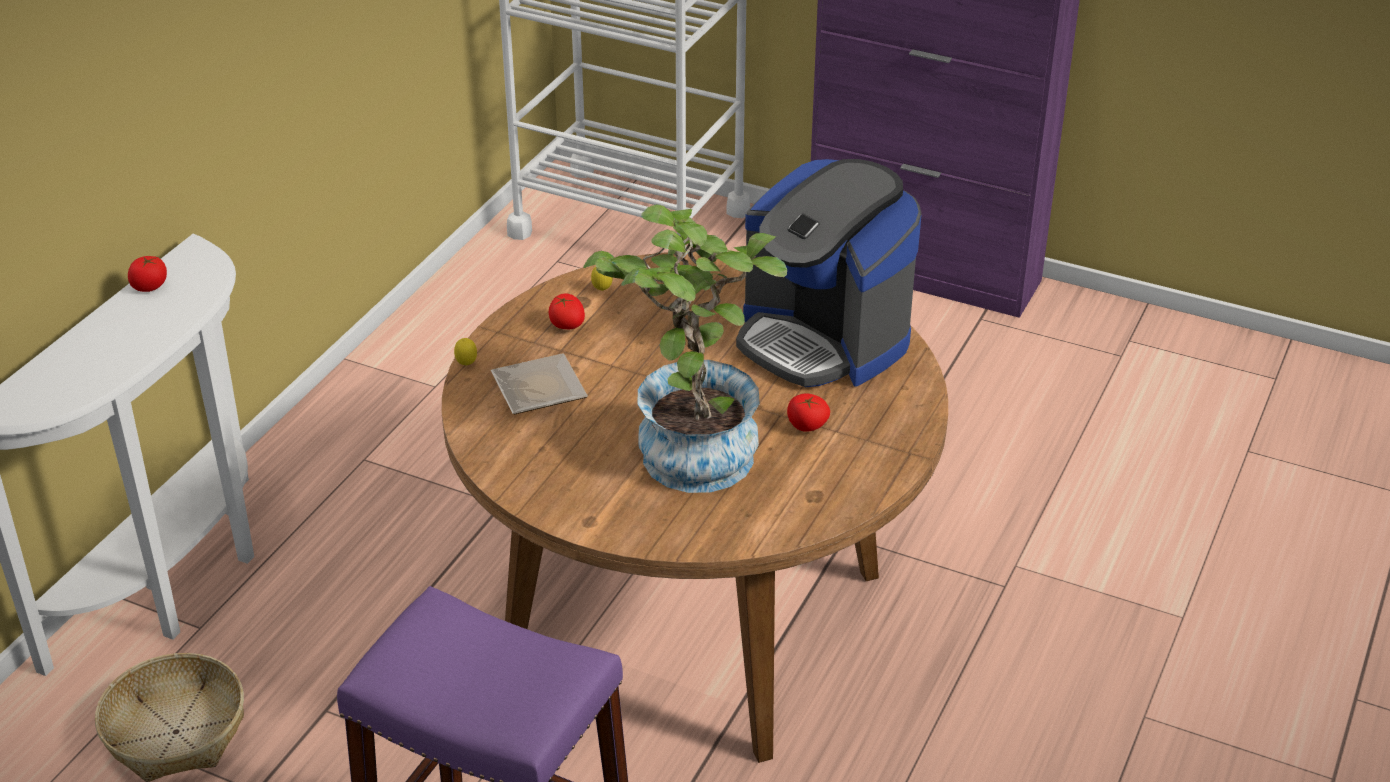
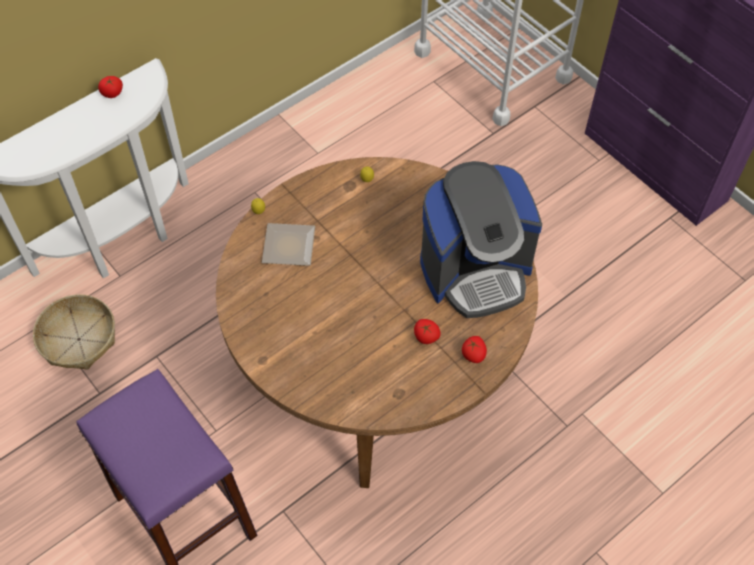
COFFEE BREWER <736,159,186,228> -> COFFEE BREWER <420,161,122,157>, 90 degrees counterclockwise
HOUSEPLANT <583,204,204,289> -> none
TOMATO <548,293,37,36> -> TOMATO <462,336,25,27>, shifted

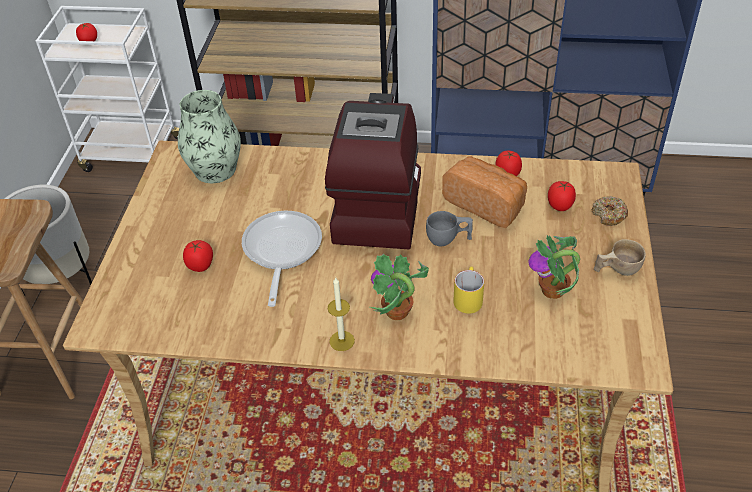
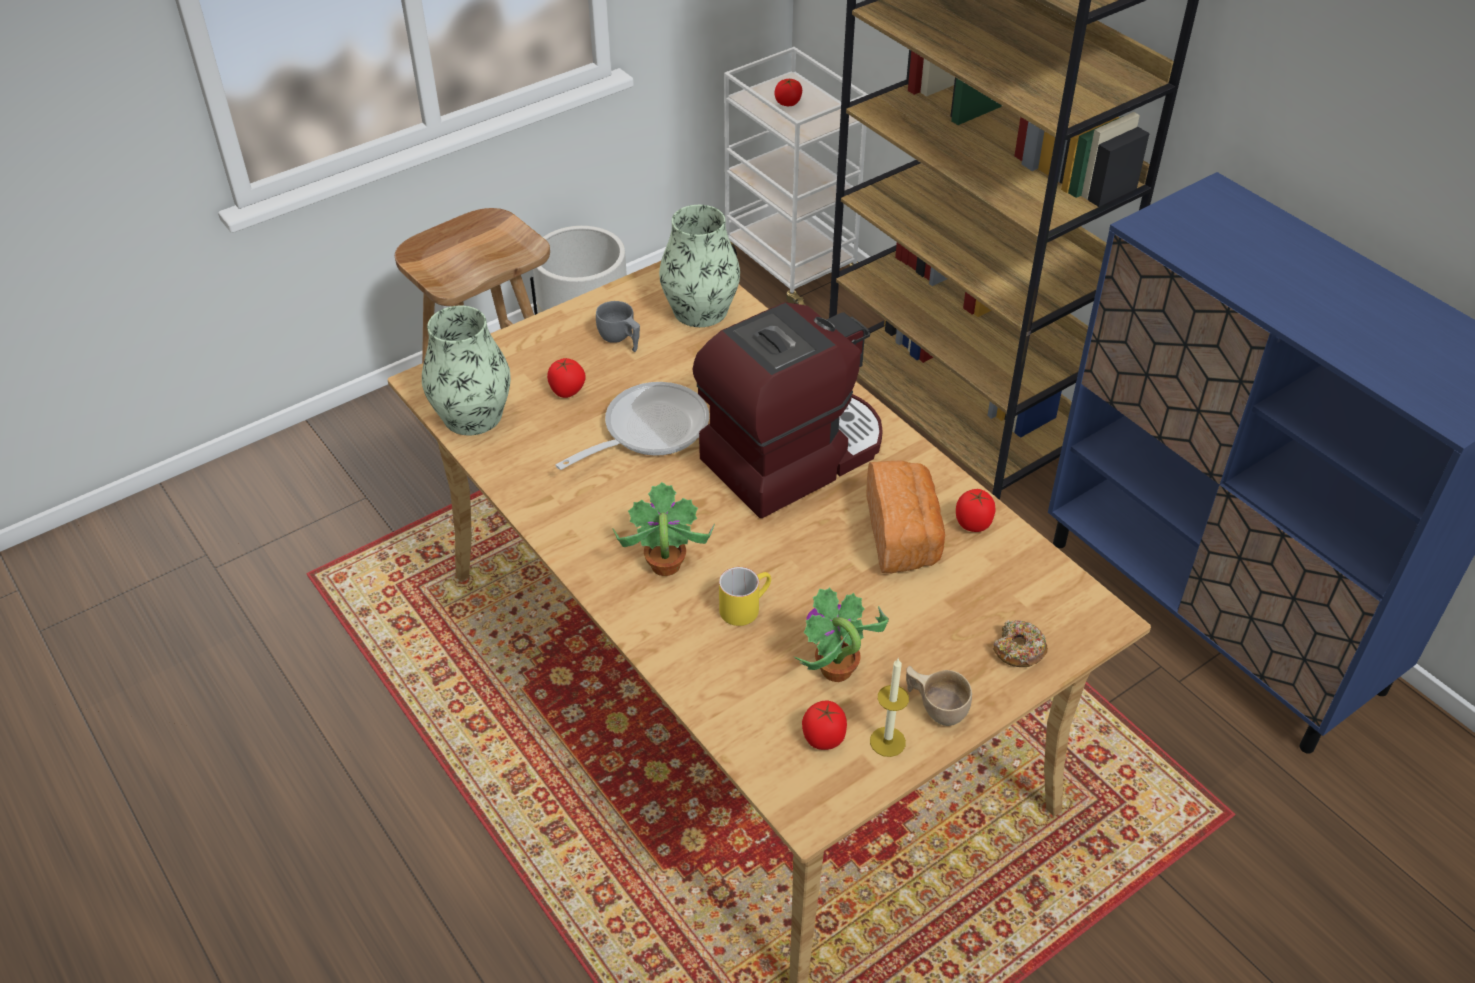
TOMATO <548,181,28,30> -> TOMATO <802,700,45,50>, shifted
GREY SMALL CUP <426,211,47,35> -> GREY SMALL CUP <596,301,44,51>, shifted
WAX LIGHT <328,278,27,73> -> WAX LIGHT <870,658,39,99>, shifted
none -> VASE <422,306,89,129>

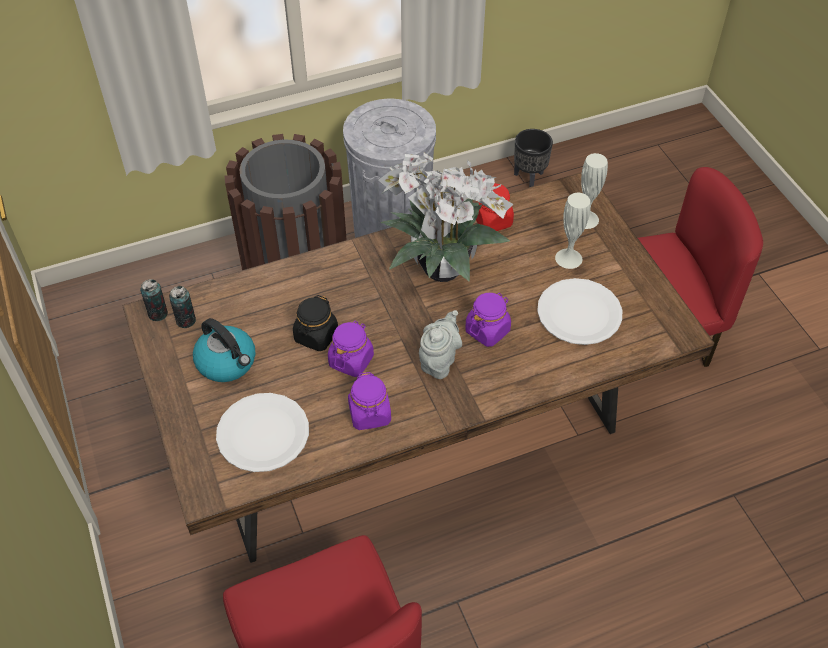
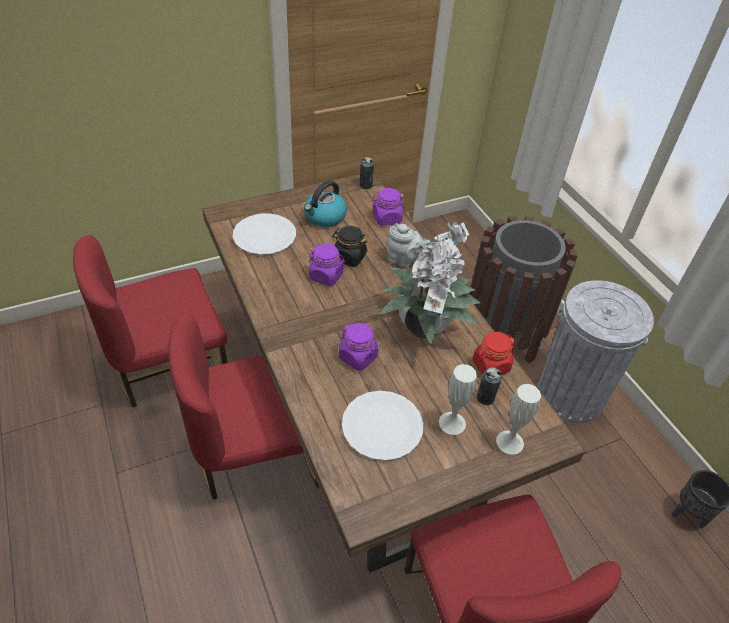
METAL CAN <169,286,27,42> -> METAL CAN <477,367,25,38>, shifted
GREY TEA POT <419,310,43,69> -> GREY TEA POT <387,223,45,44>, shifted
PURPLE STORAGE JAR <348,372,43,58> -> PURPLE STORAGE JAR <371,188,34,38>, shifted
none -> RED-COLOURED UPRIGHT CHAIR <168,315,151,185>

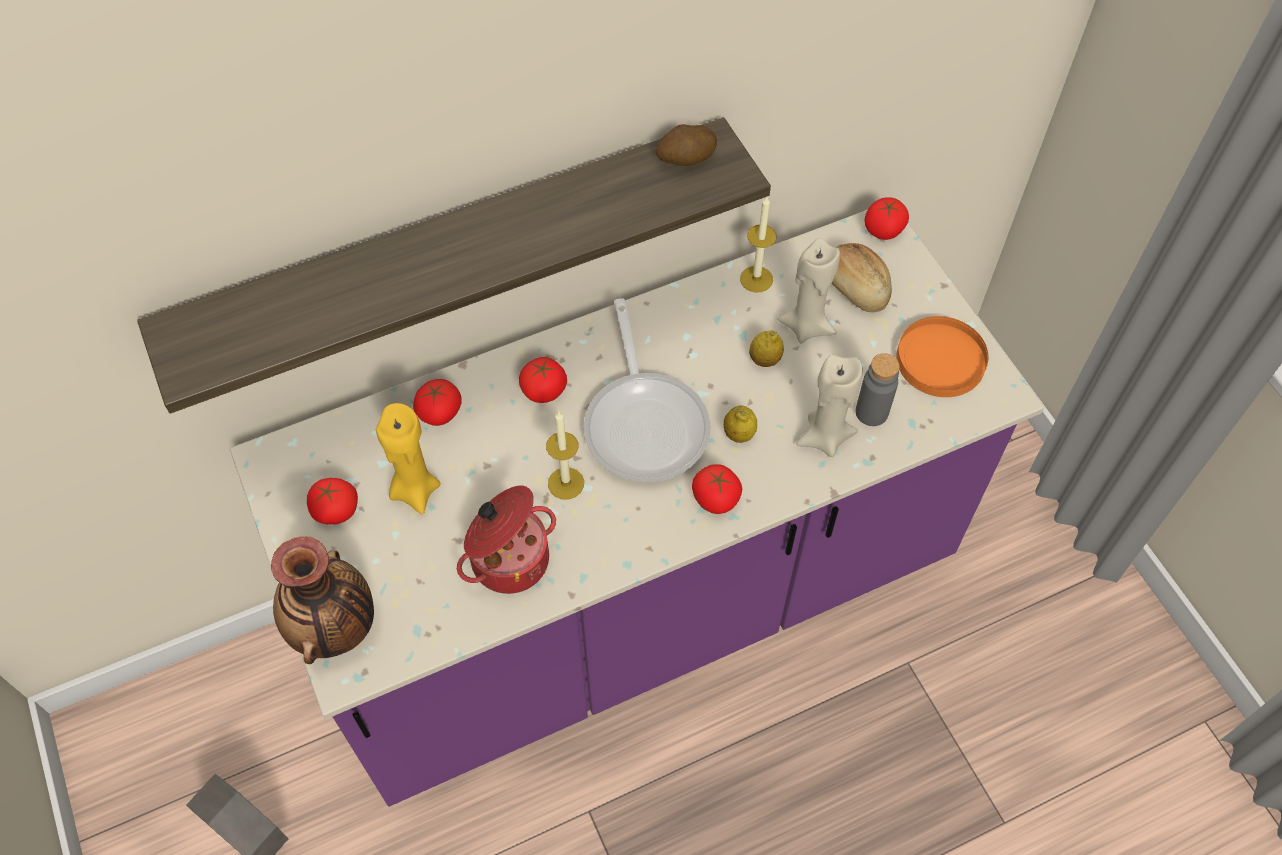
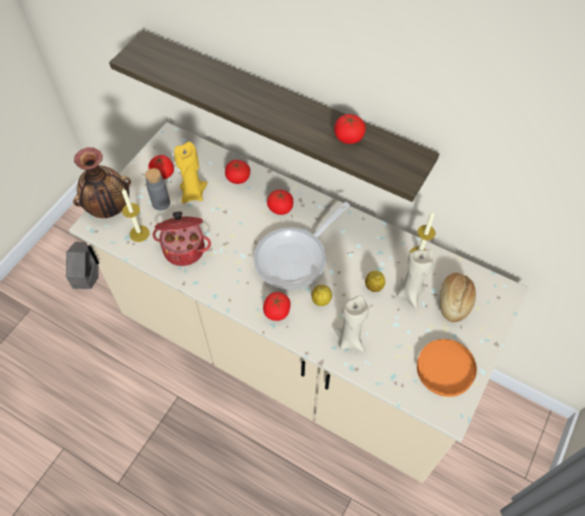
POTATO <655,124,62,42> -> none
TOMATO <864,197,45,43> -> TOMATO <334,114,32,30>, shifted
PURPLE KITCHEN BASE UNIT <230,210,814,597> -> BEIGE KITCHEN BASE UNIT <69,122,460,361>
GREY BOTTLE <856,353,44,73> -> GREY BOTTLE <145,168,25,43>, shifted
WAX LIGHT <546,411,38,88> -> WAX LIGHT <122,189,28,53>, shifted

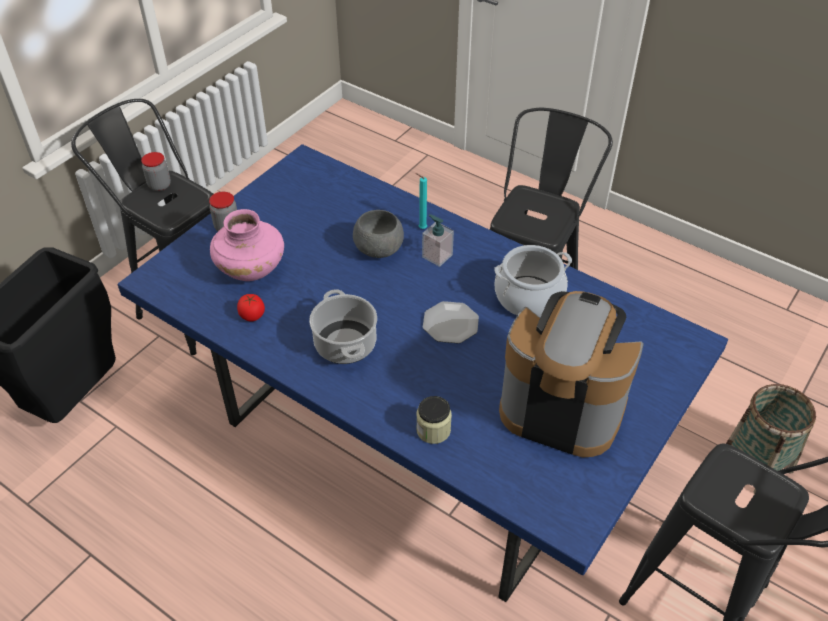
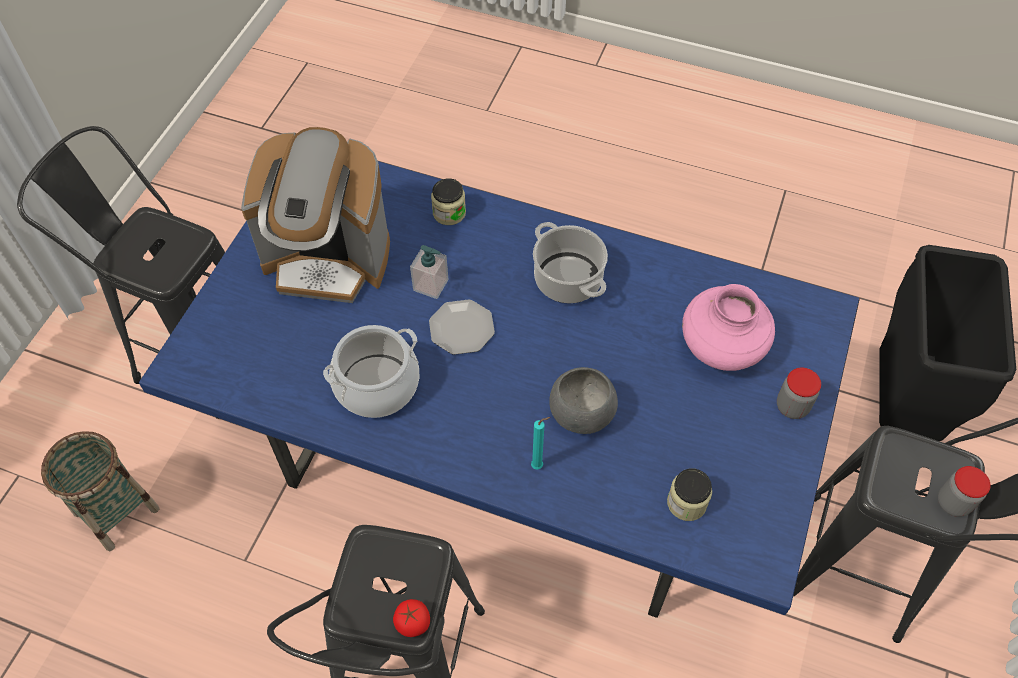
SOAP DISPENSER <422,214,32,53> -> SOAP DISPENSER <410,245,38,54>, shifted
TOMATO <237,294,28,27> -> TOMATO <393,599,37,38>, shifted
none -> STORAGE JAR <667,469,45,52>

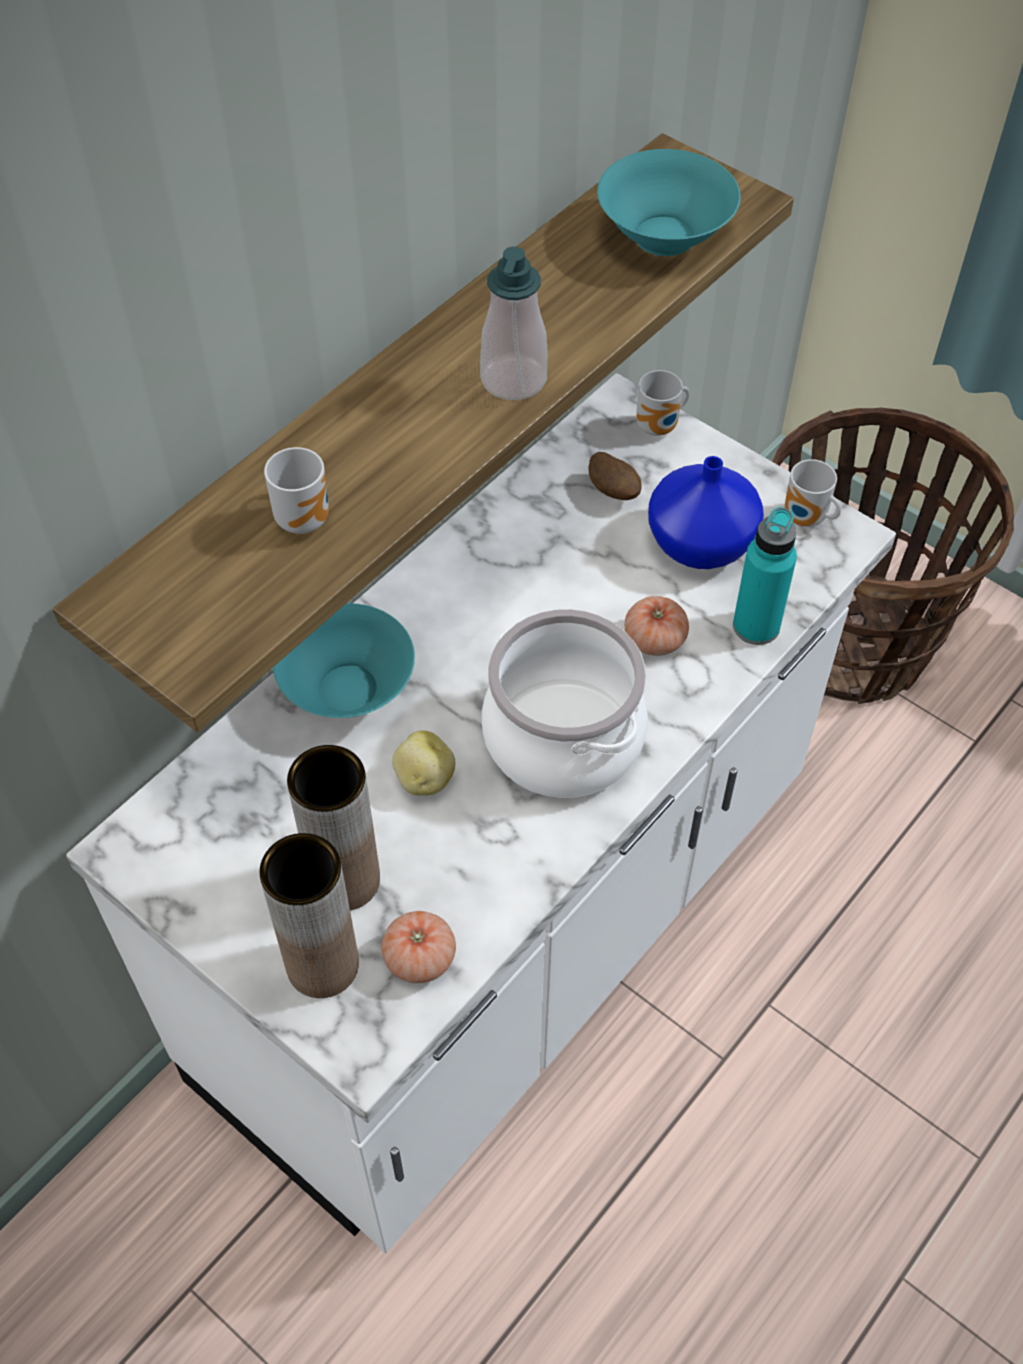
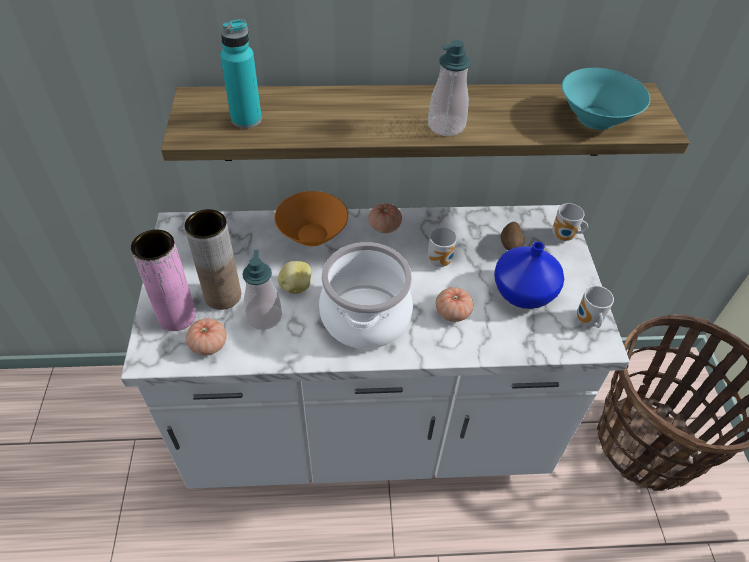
COFFEE MUG <264,447,65,87> -> COFFEE MUG <428,228,29,39>, shifted
TURQUOISE-COLOURED BOTTLE <733,507,64,138> -> TURQUOISE-COLOURED BOTTLE <220,19,42,110>, shifted
TURQUOISE-COLOURED DEEP DISH <273,603,142,115> -> ORANGE DEEP DISH <274,191,74,55>
BROWN VASE <259,833,100,165> -> PINK-COLOURED VASE <131,230,65,101>
none -> TOMATO <368,203,34,30>
none -> SOAP DISPENSER <242,250,40,80>

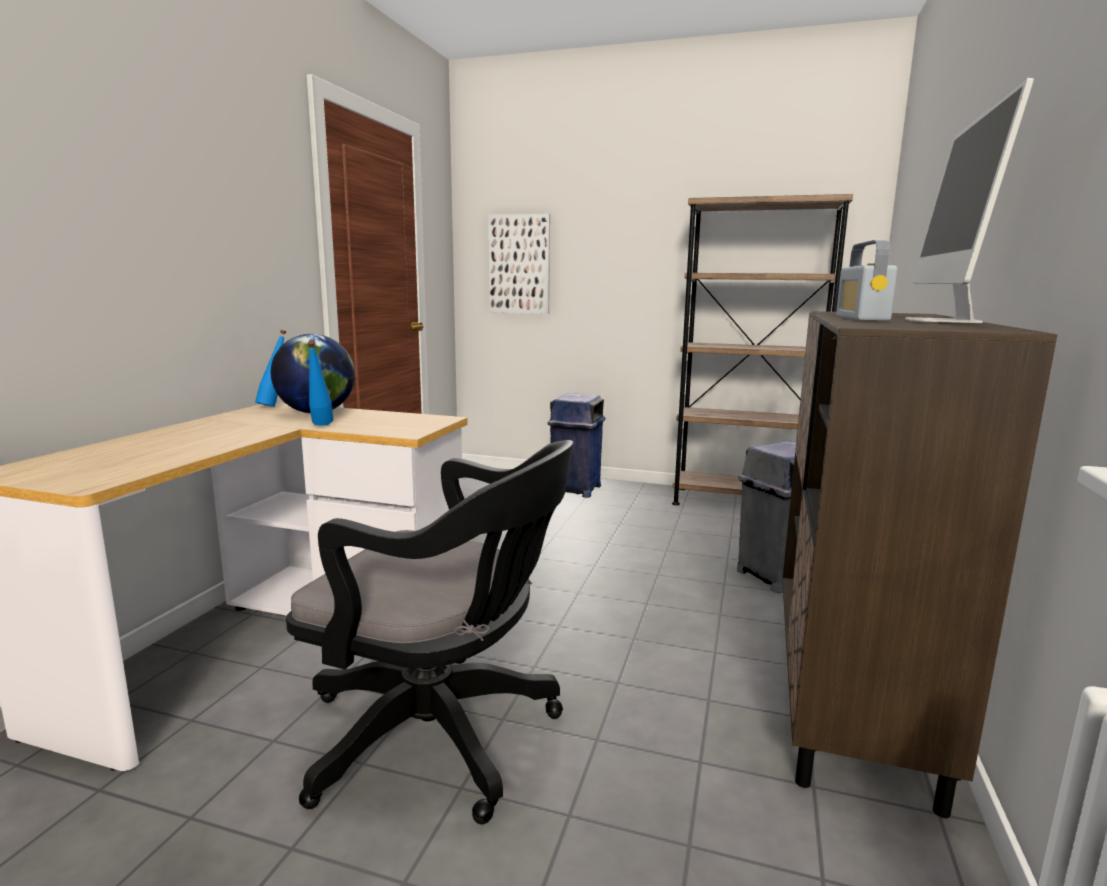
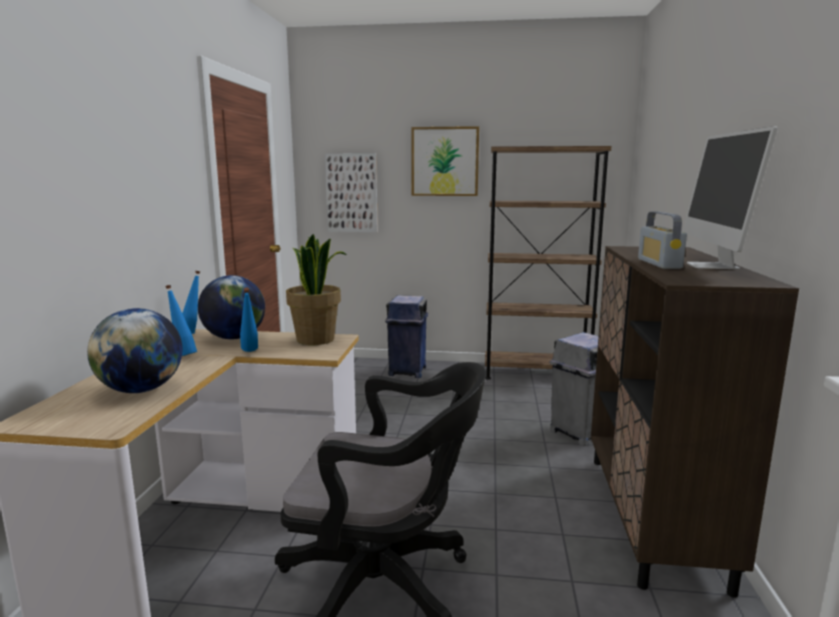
none -> WALL PICTURE <411,126,68,70>
none -> HOUSEPLANT <286,234,61,111>
none -> BLUE-COLOURED BOTTLE <165,285,32,71>
none -> WORLD GLOBE <87,308,95,85>

